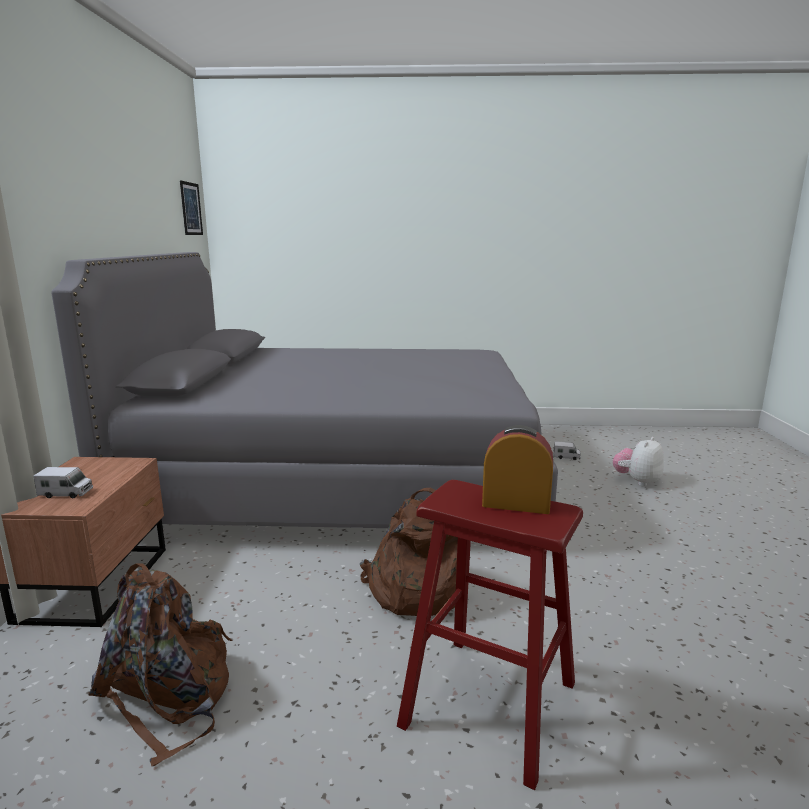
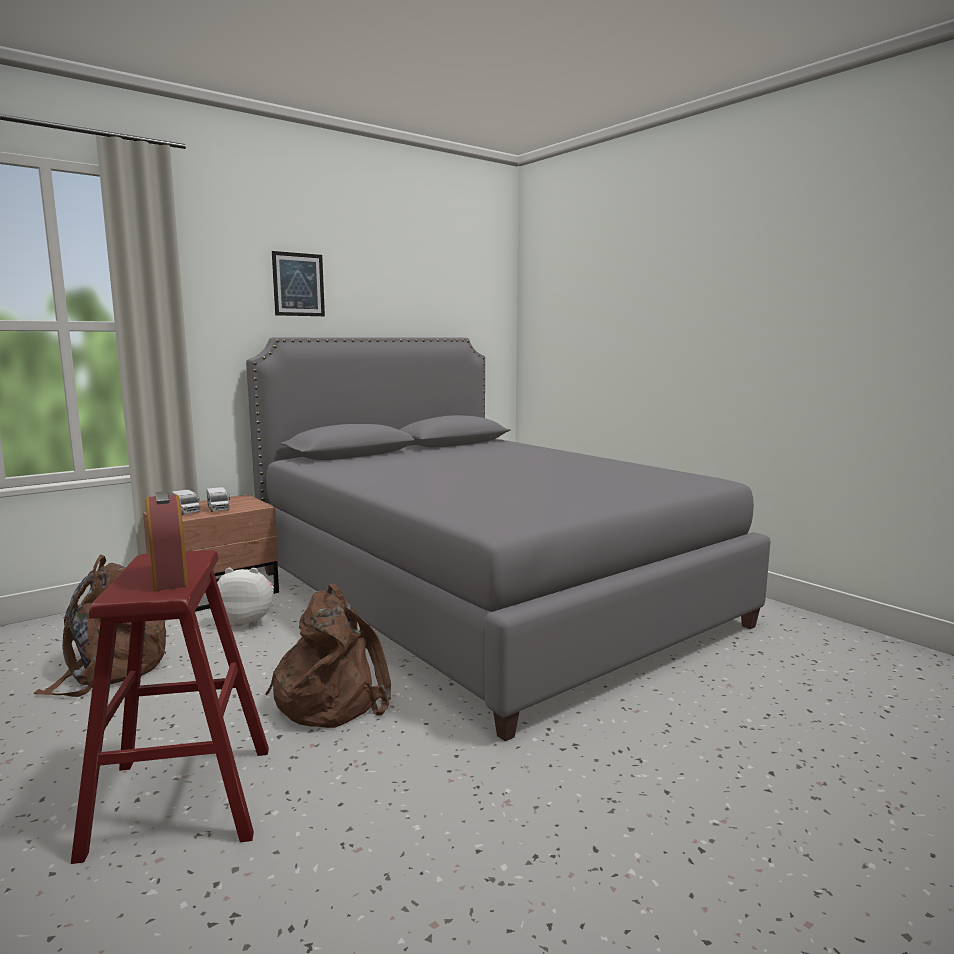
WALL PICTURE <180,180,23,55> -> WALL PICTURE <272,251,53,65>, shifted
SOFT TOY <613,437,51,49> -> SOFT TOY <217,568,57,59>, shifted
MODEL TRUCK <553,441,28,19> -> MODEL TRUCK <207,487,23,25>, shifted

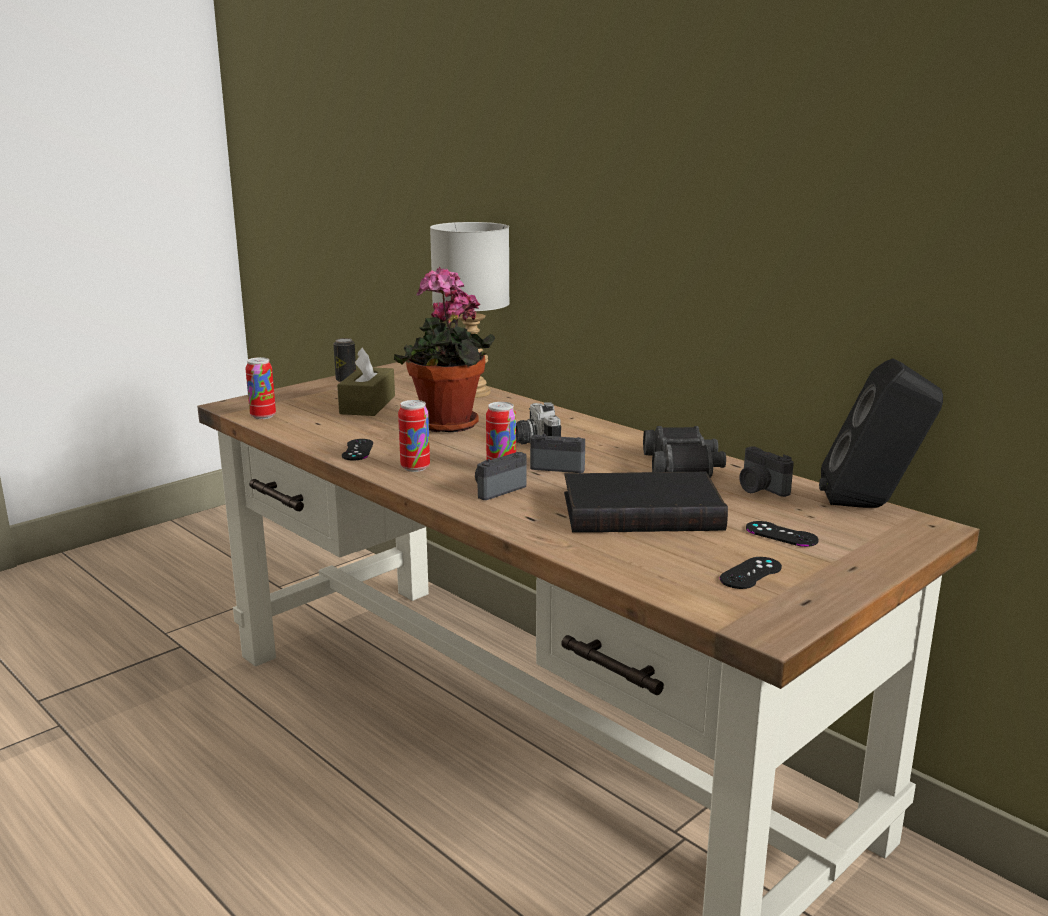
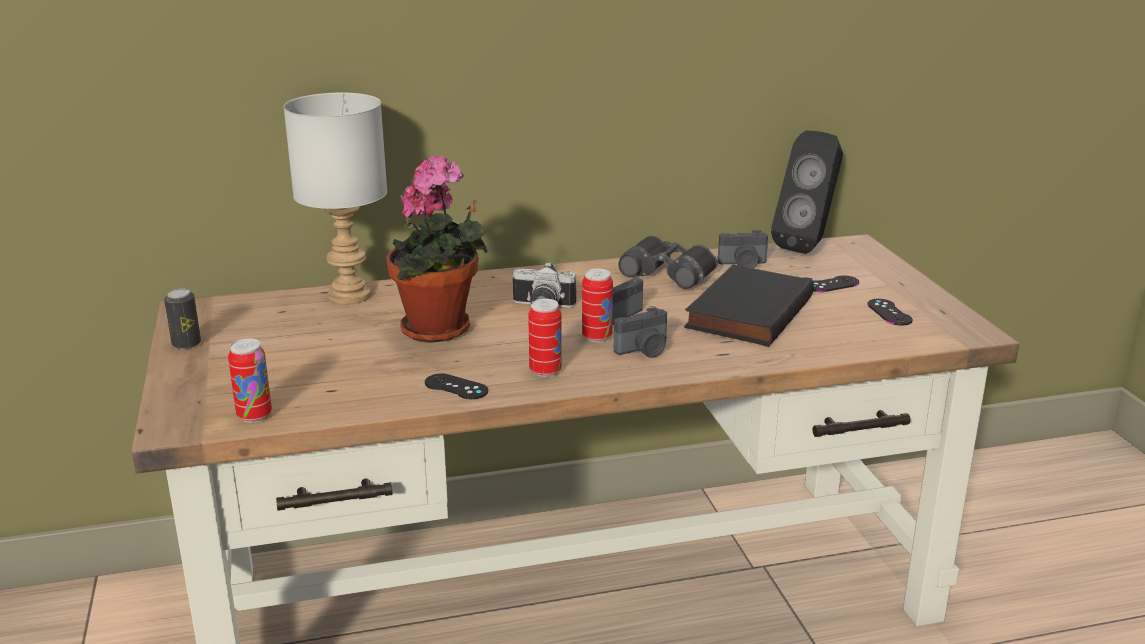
BROWN BOX OF TISSUES <337,348,58,68> -> none
STILL CAMERA <475,452,52,48> -> STILL CAMERA <614,307,53,51>, 105 degrees counterclockwise

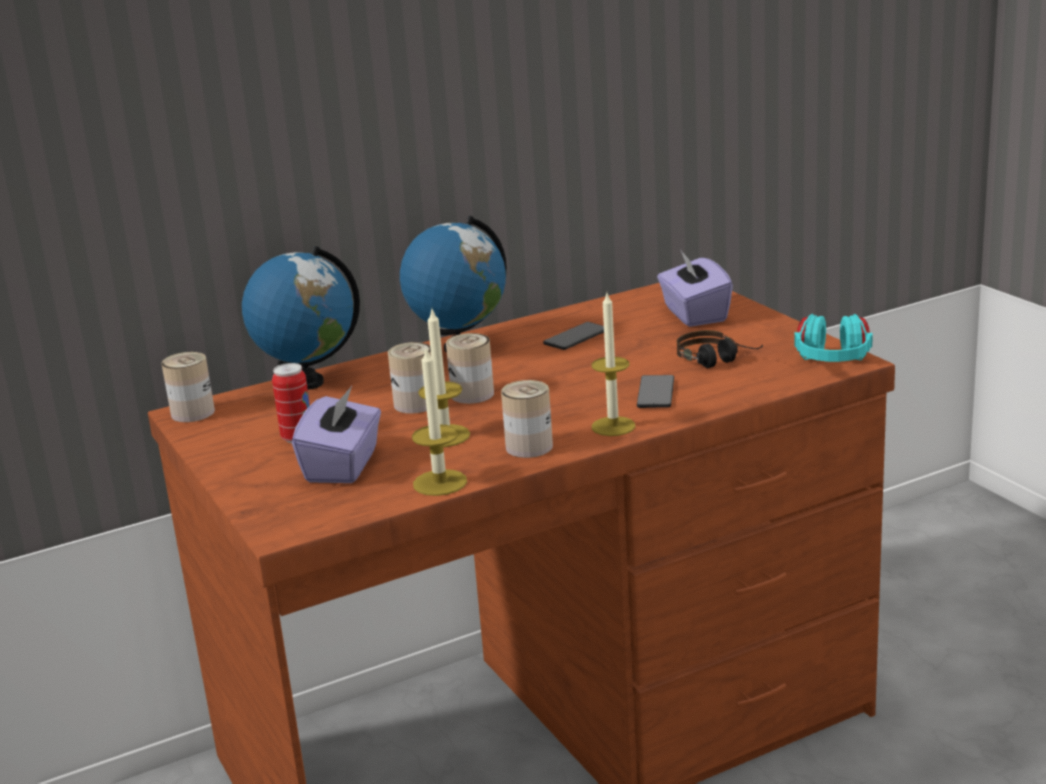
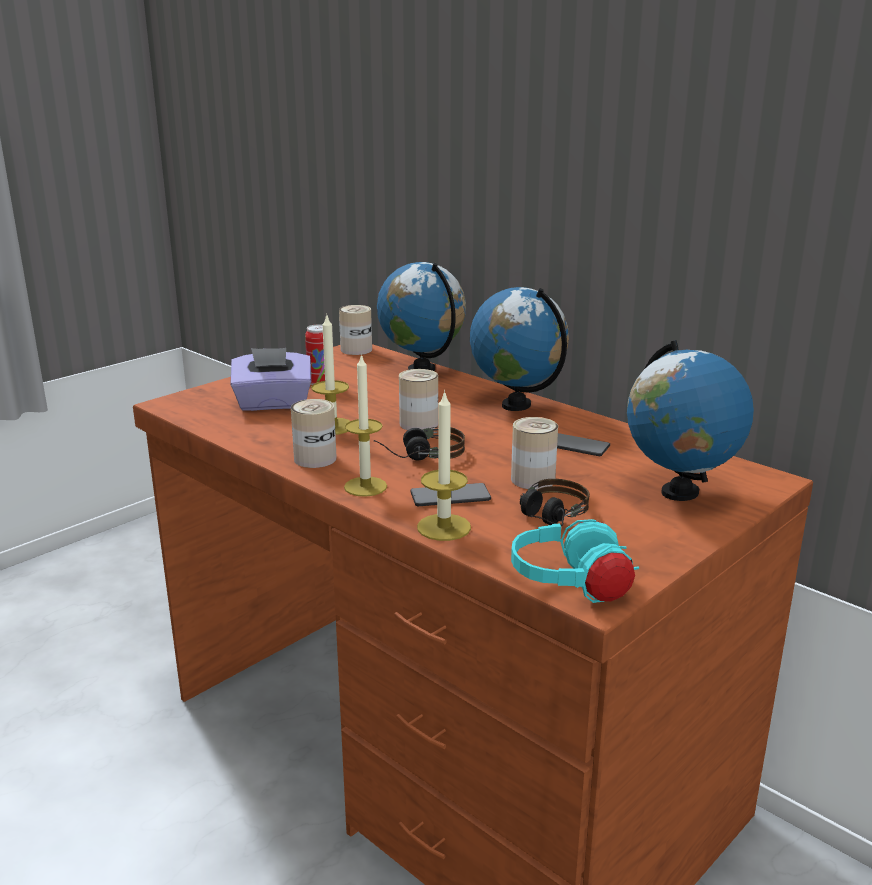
PURPLE BOX OF TISSUES <657,251,76,76> -> WORLD GLOBE <627,340,127,161>
METAL CAN <388,342,43,72> -> METAL CAN <511,417,47,73>, shifted
WAX LIGHT <412,349,55,147> -> WAX LIGHT <417,390,54,151>, shifted
none -> HEADSET <374,427,91,33>

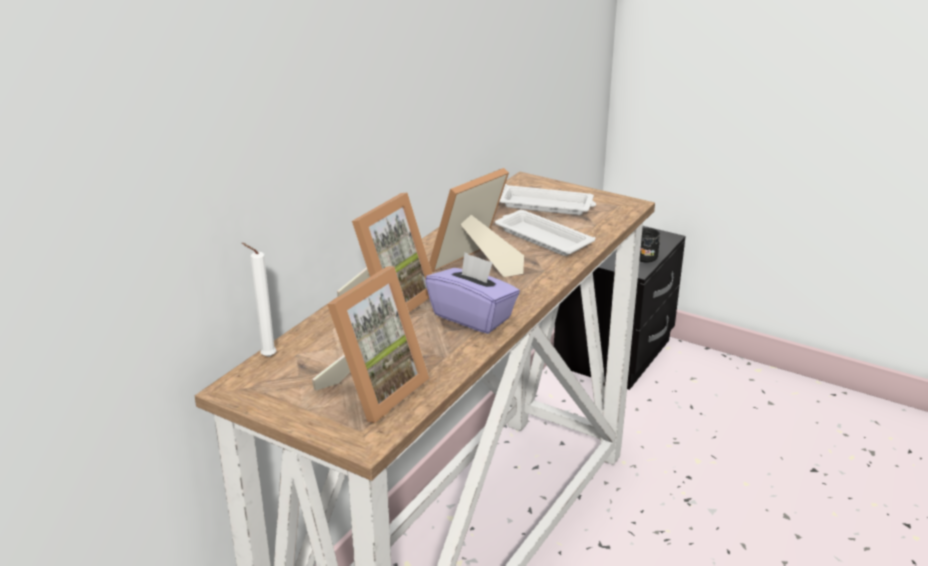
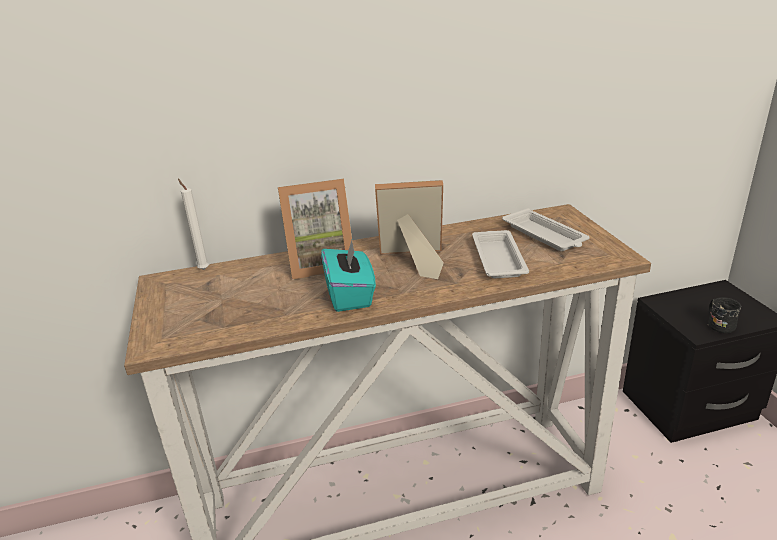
PURPLE BOX OF TISSUES <425,252,95,82> -> TURQUOISE-COLOURED BOX OF TISSUES <321,240,55,72>
STANDING FRAME <312,266,118,157> -> none

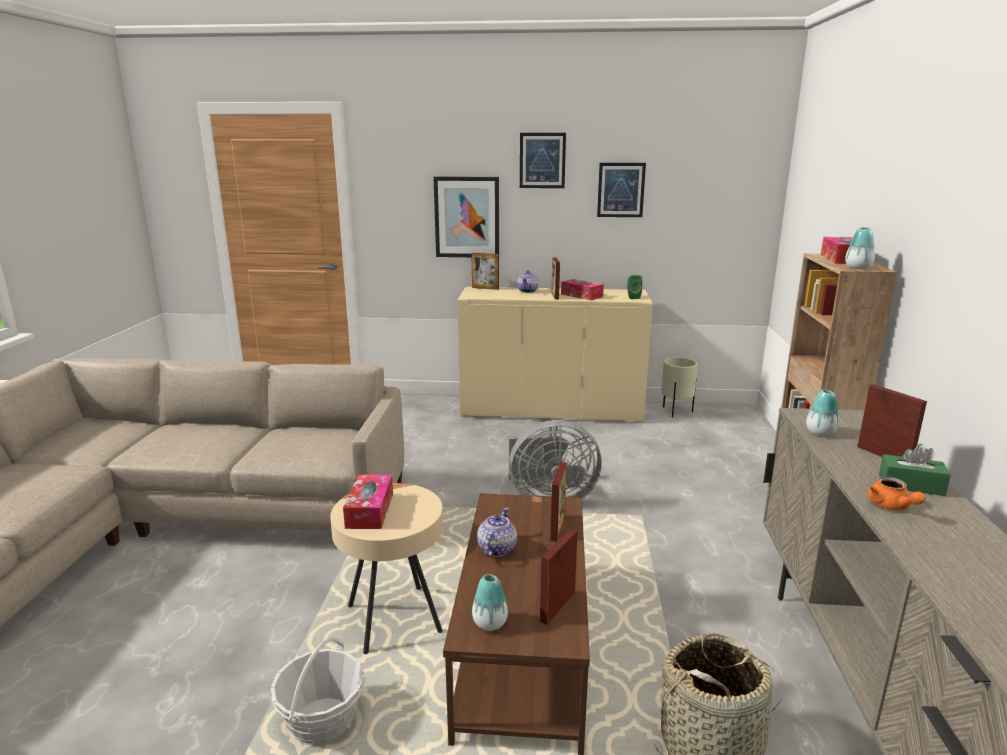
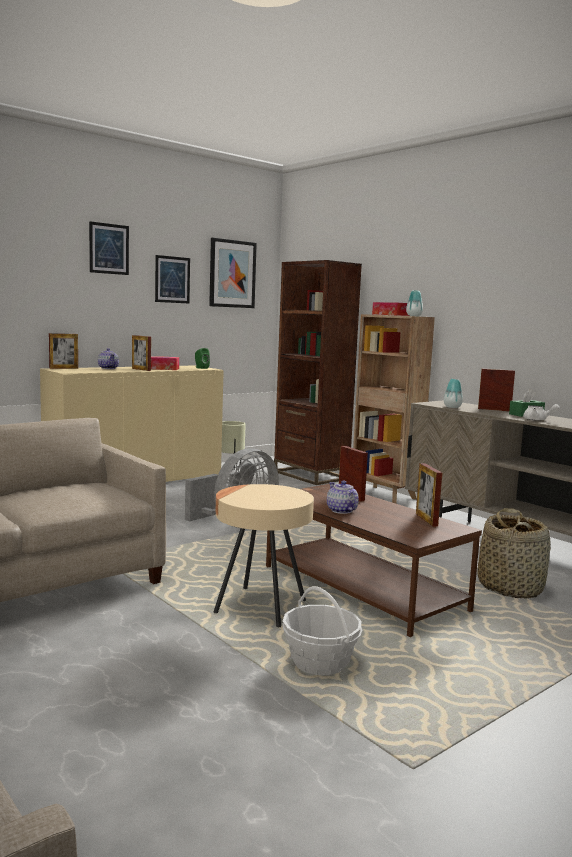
WALL PICTURE <433,177,66,80> -> WALL PICTURE <209,238,48,70>, shifted
BOX OF TISSUES <343,475,50,54> -> none
ORANGE TEA POT <867,476,59,34> -> WHITE TEA POT <523,404,37,17>
VASE <472,574,36,57> -> none
none -> BROWN BOOKSHELF <274,260,88,225>

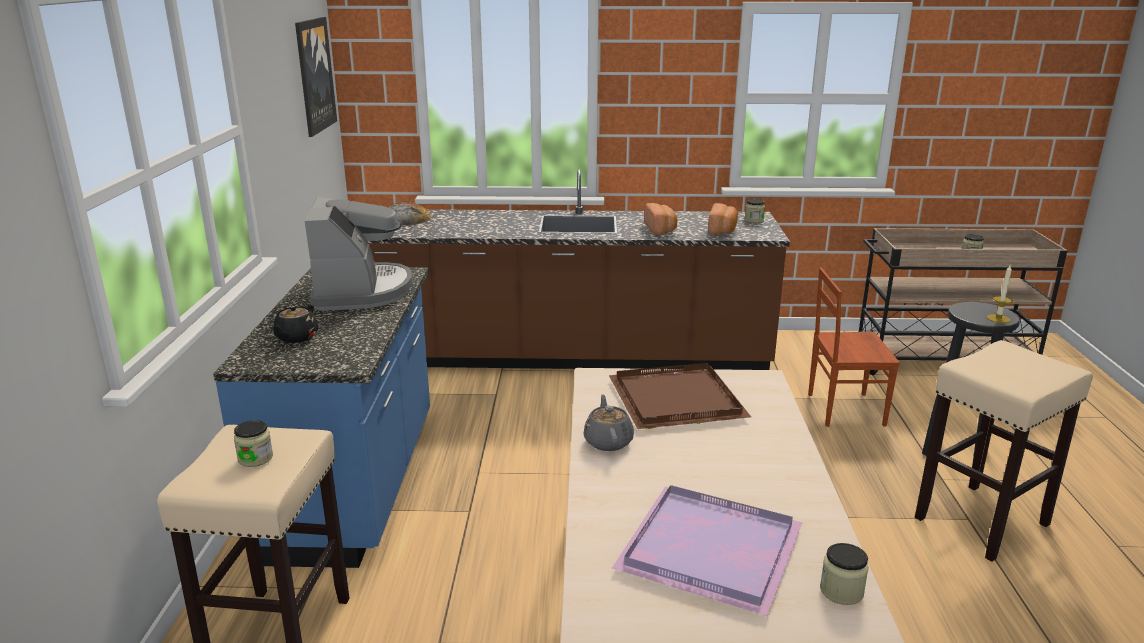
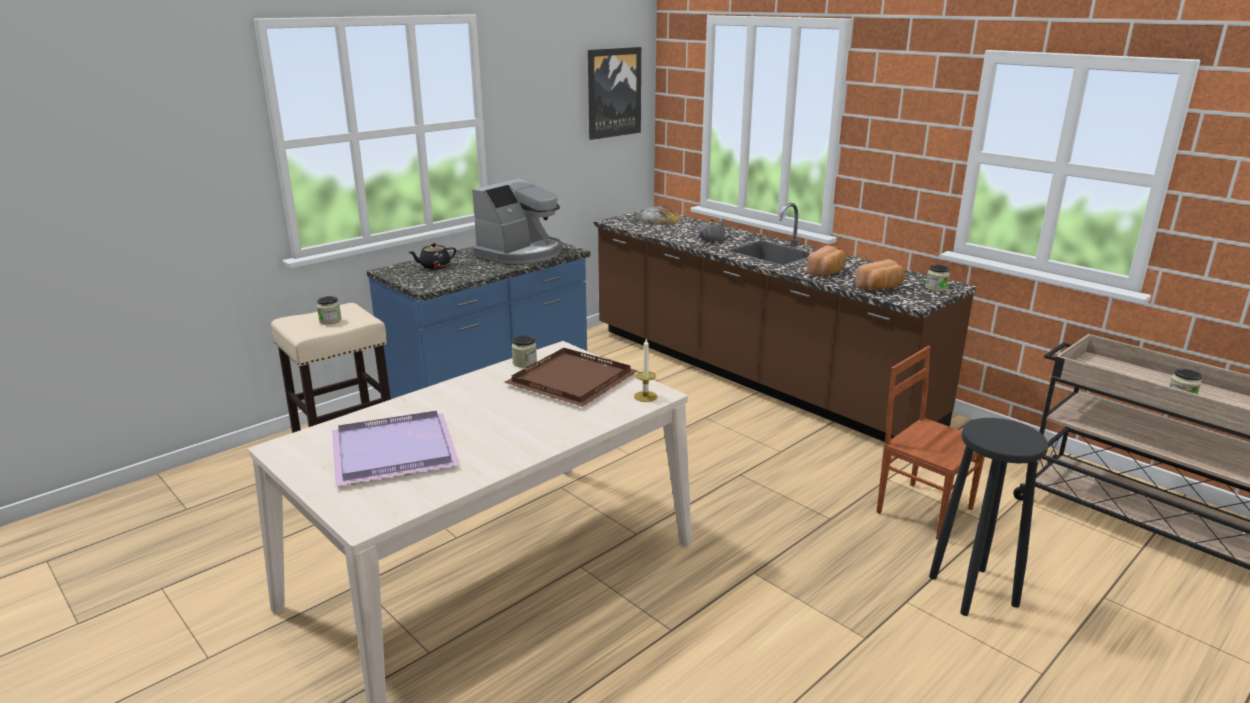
WAX LIGHT <987,265,26,58> -> WAX LIGHT <634,338,23,64>, shifted
BEIGE STOOL SEAT <915,340,178,222> -> none
GREY TEA POT <583,394,51,57> -> GREY TEA POT <699,218,26,23>, shifted
STORAGE JAR <820,543,49,62> -> STORAGE JAR <512,335,25,33>, shifted

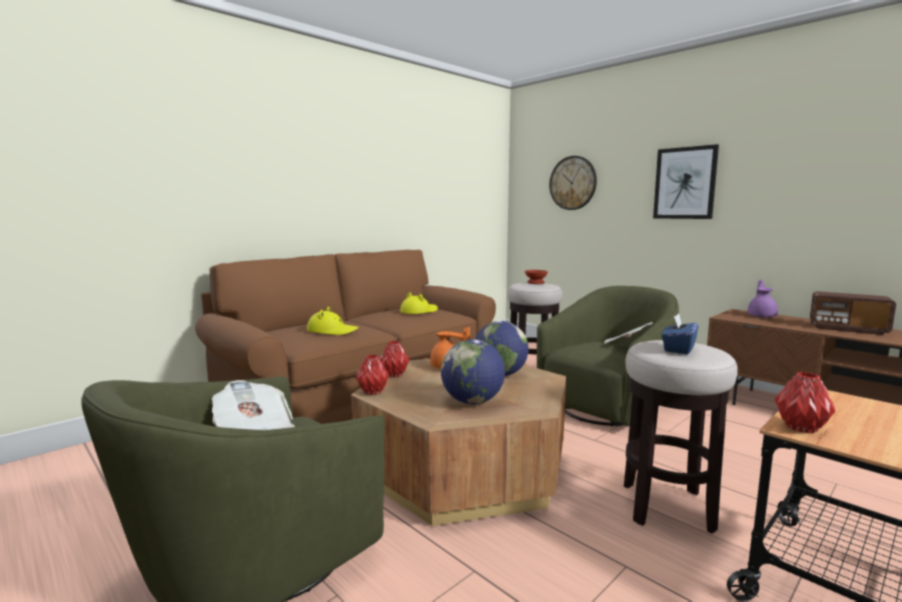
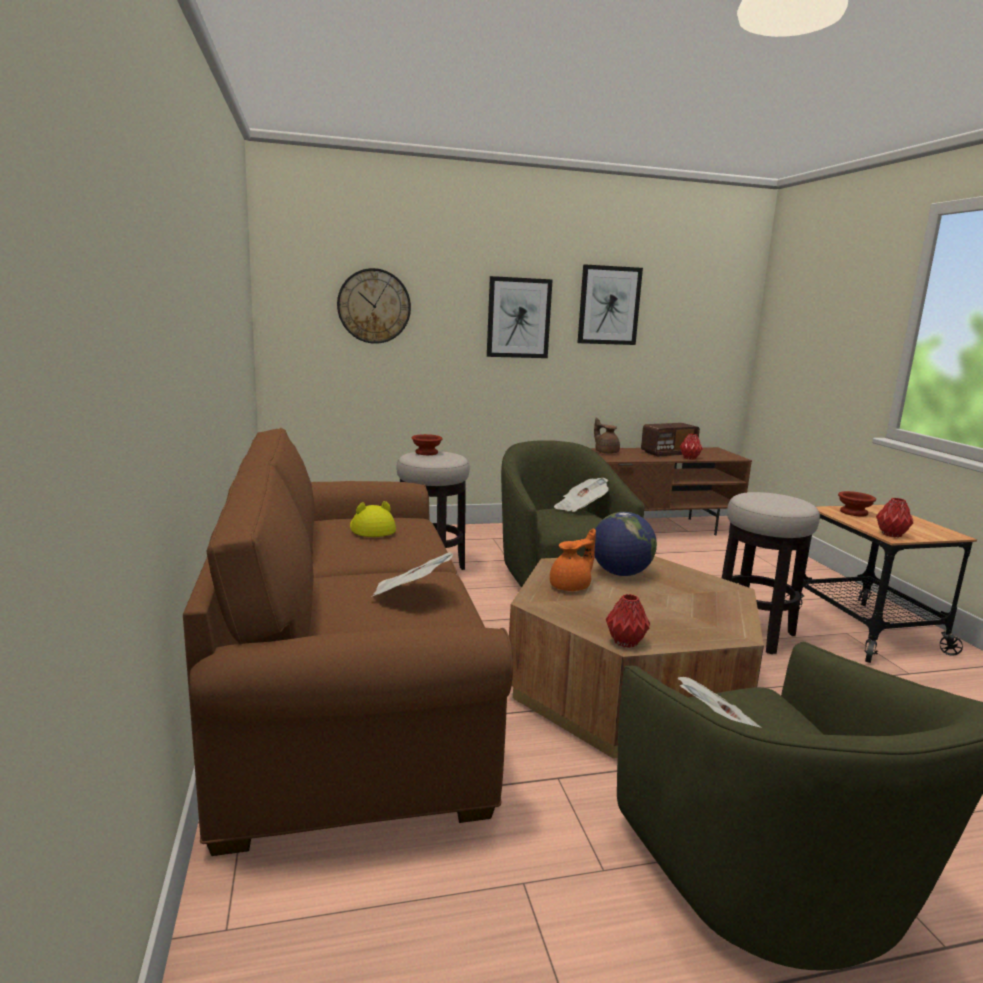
PURPLE TEA POT <748,280,30,38> -> BROWN TEA POT <594,418,26,36>
YELLOWISH HAT <307,306,52,29> -> NEWSPAPER <371,552,82,45>
BLUE-COLOURED BOX OF TISSUES <662,313,37,41> -> none
WORLD GLOBE <441,339,64,65> -> none
RED-COLOURED VASE <380,341,29,36> -> RED-COLOURED VASE <680,433,23,27>, shifted
none -> WALL PICTURE <578,264,65,81>
none -> BROWN DEEP DISH <838,491,38,25>

